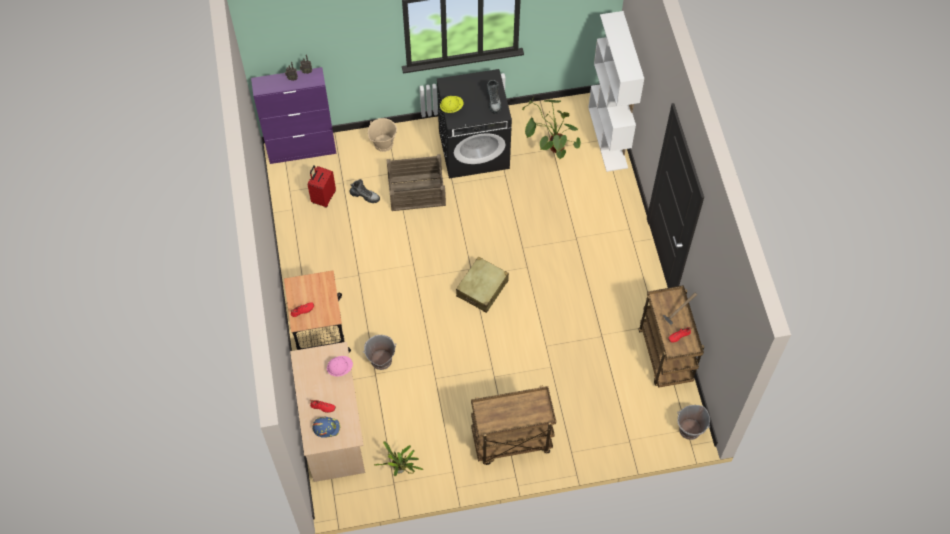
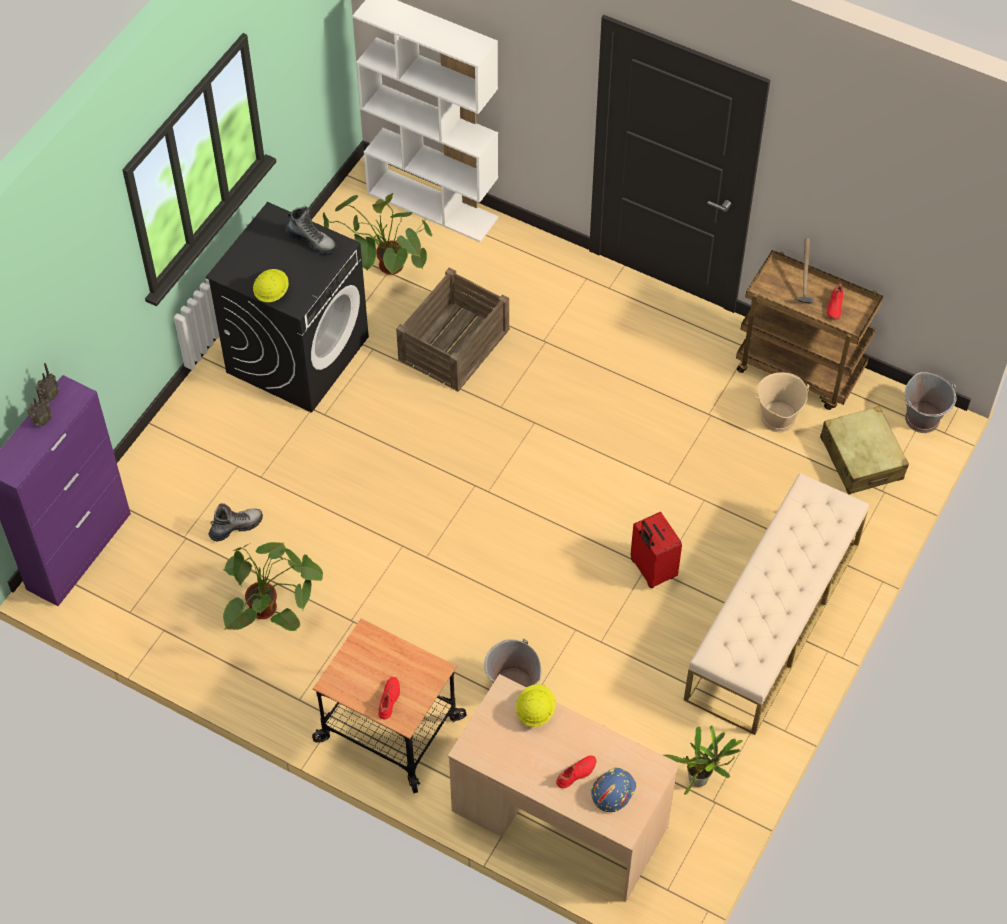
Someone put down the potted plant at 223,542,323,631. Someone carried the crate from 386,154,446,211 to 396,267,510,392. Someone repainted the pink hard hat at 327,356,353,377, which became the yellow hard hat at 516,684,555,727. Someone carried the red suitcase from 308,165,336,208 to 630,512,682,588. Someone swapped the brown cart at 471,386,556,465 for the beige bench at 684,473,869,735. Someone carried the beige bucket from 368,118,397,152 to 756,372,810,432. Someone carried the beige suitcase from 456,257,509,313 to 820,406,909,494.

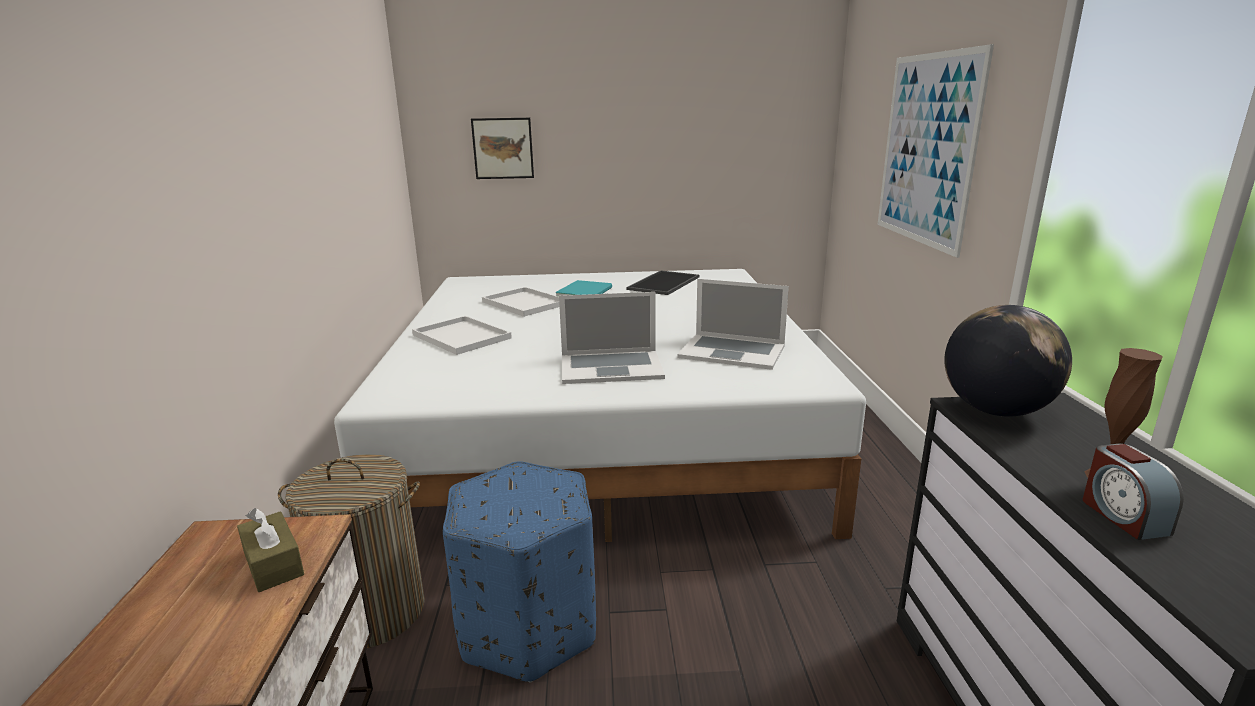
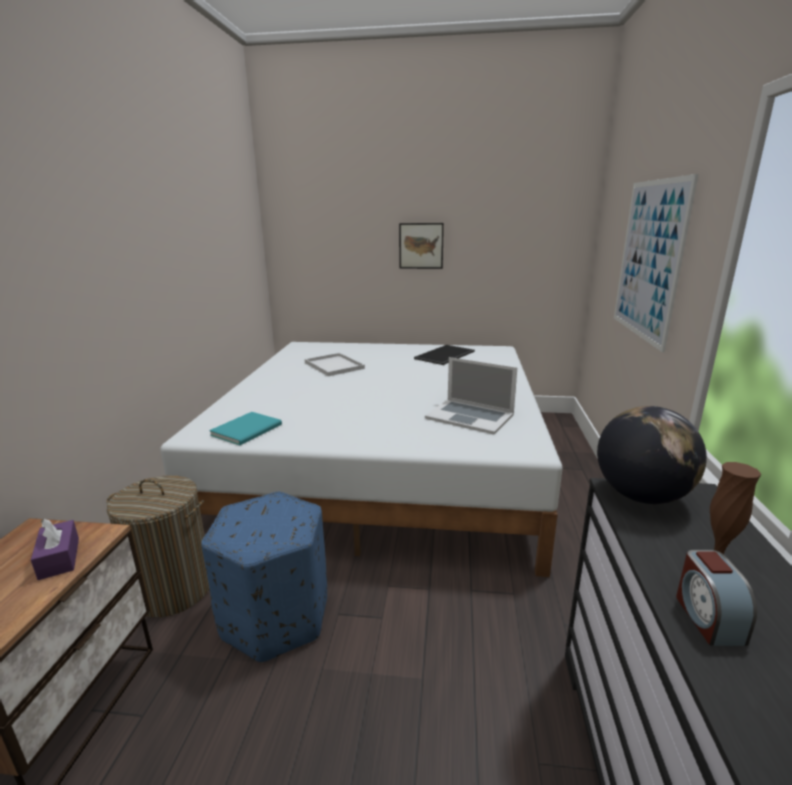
Someone repainted the brown tissue box at 237,508,304,592, which became the purple tissue box at 31,519,79,580. Someone carried the turquoise book from 555,280,612,297 to 209,412,282,445. Someone carried the picture from 471,118,534,179 to 399,223,444,269. Someone took away the white tray at 412,316,512,355. Someone took away the laptop at 559,292,665,384.

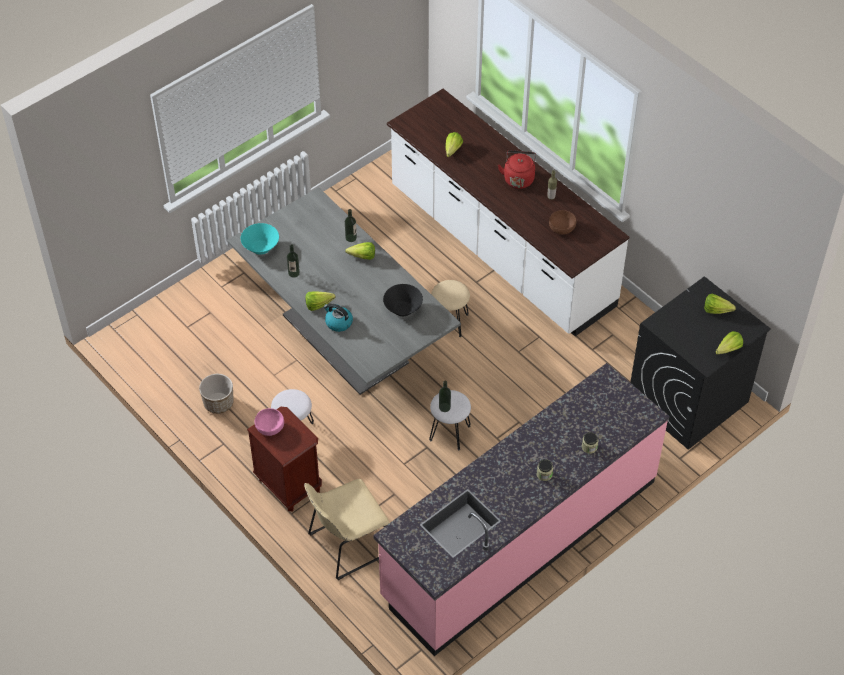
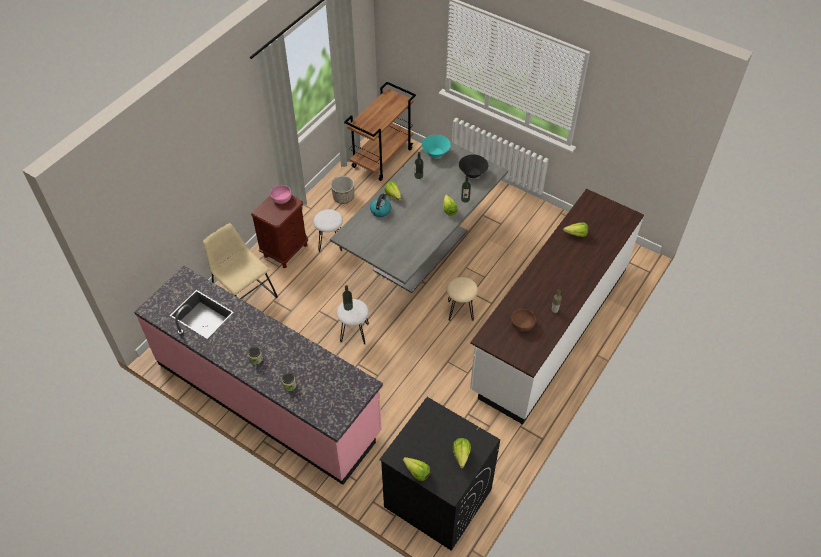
Someone put down the brown cart at 344,82,416,181. Someone carried the black bowl from 383,284,423,316 to 459,155,488,178. Someone took away the red kettle at 498,150,536,189.

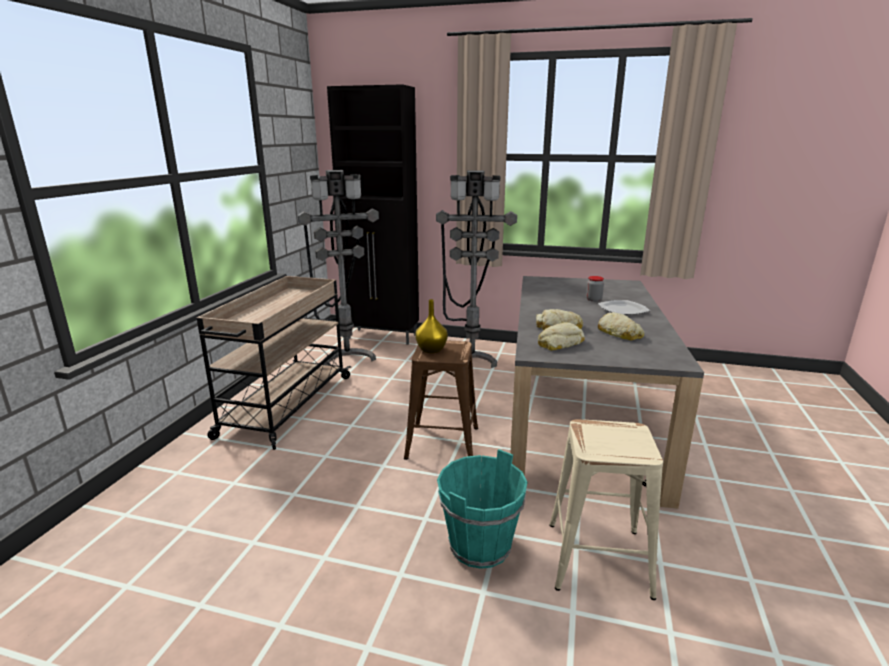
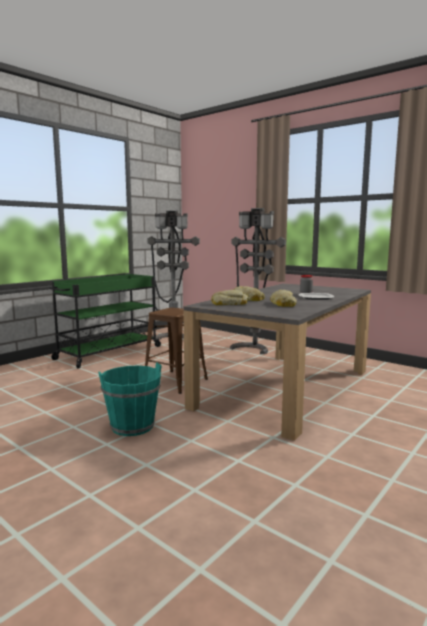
Someone repainted the beige cart at 197,276,351,450, which became the green cart at 49,274,162,368. Someone took away the black cabinet at 327,84,419,345. Someone took away the yellow vase at 415,299,448,353. Someone took away the beige stool at 549,419,663,600.

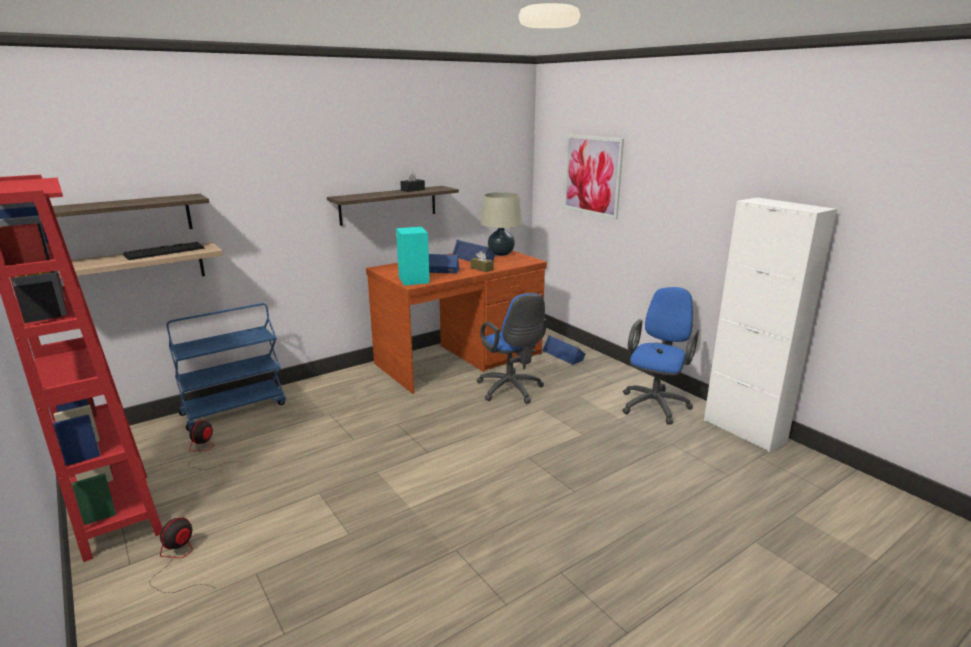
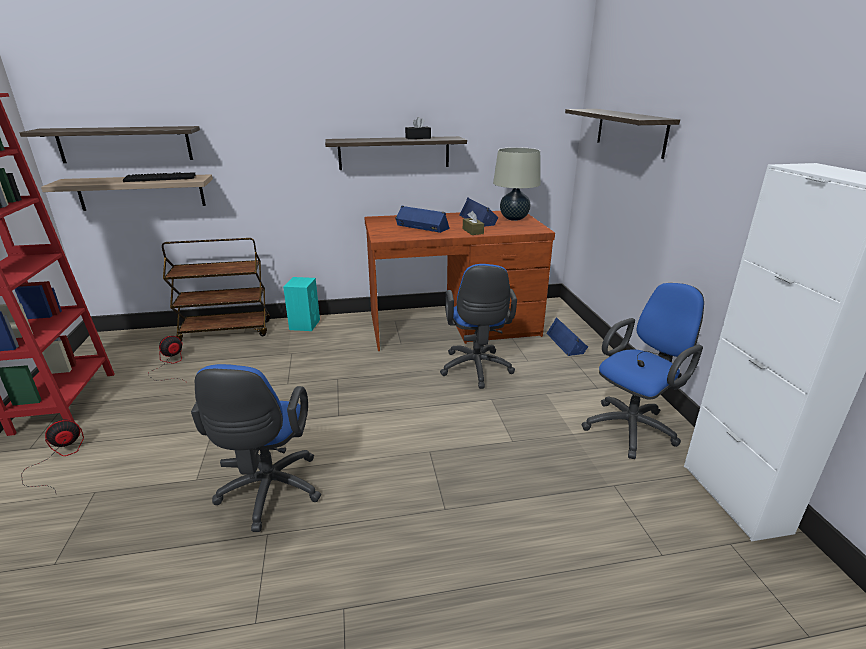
Someone repainted the blue cart at 167,303,286,431, which became the brown cart at 162,238,270,342. Someone put down the blue office chair at 191,364,321,532. Someone carried the turquoise speaker from 396,227,430,286 to 283,277,320,331. Someone swapped the picture at 563,134,624,220 for the shelf at 565,109,680,159.

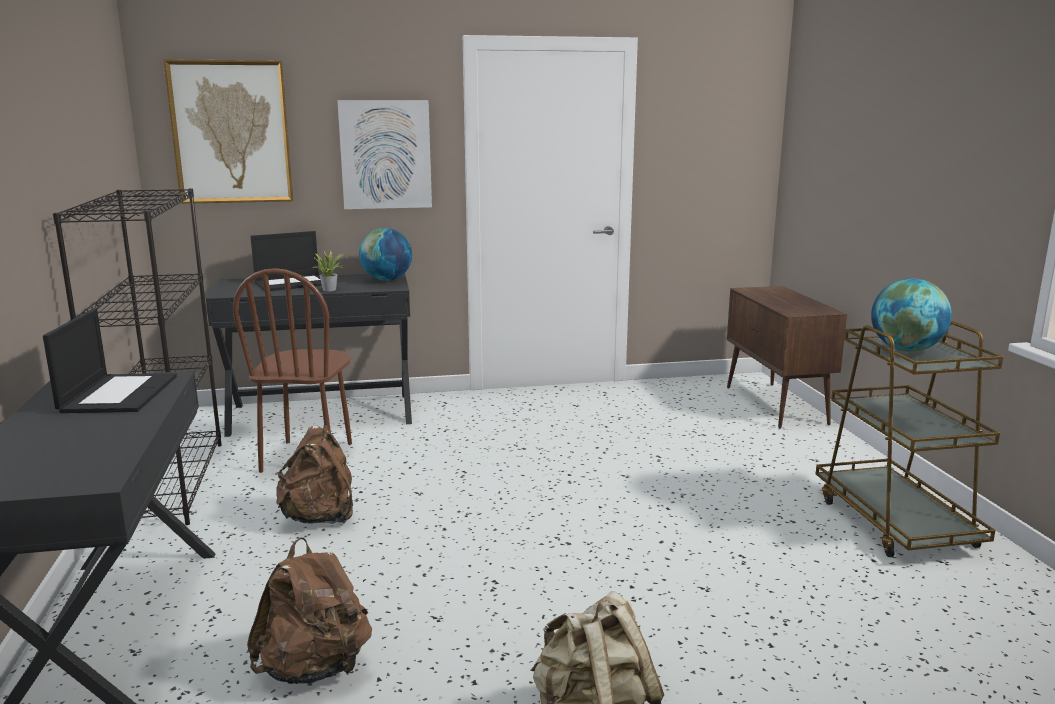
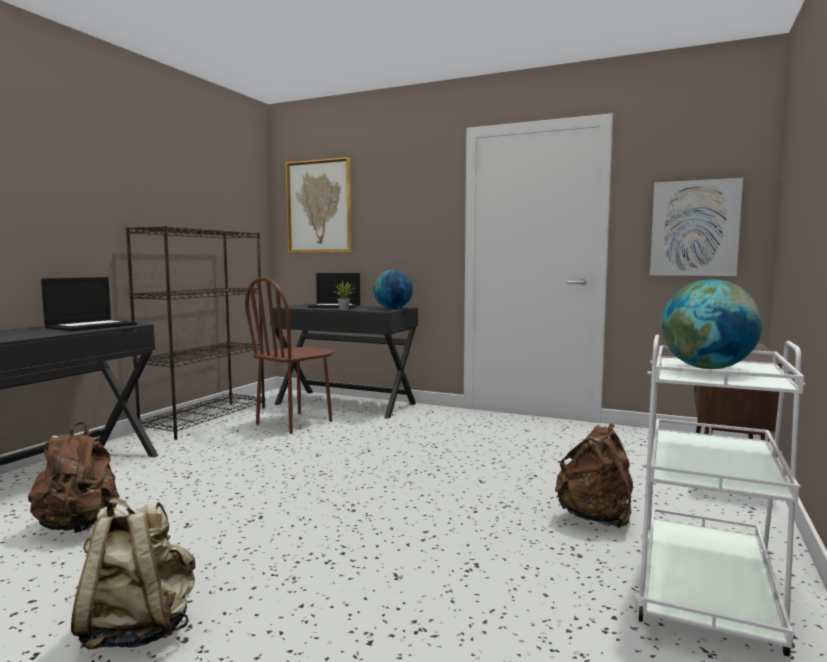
Someone carried the brown backpack from 275,425,353,524 to 555,423,633,528. Someone repainted the brown cart at 816,321,1003,557, which became the white cart at 634,335,806,657. Someone carried the picture from 337,100,432,209 to 650,178,743,276.

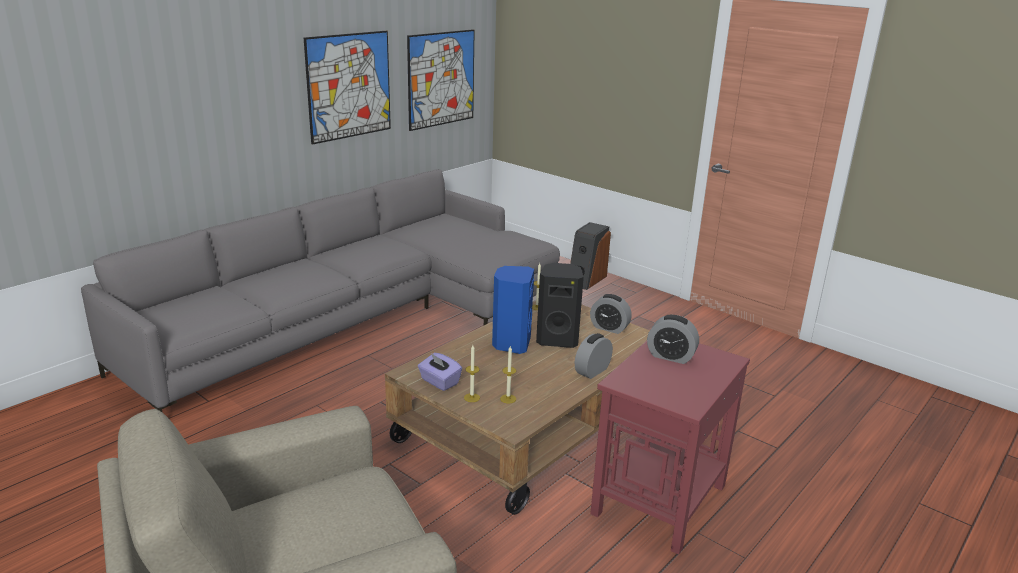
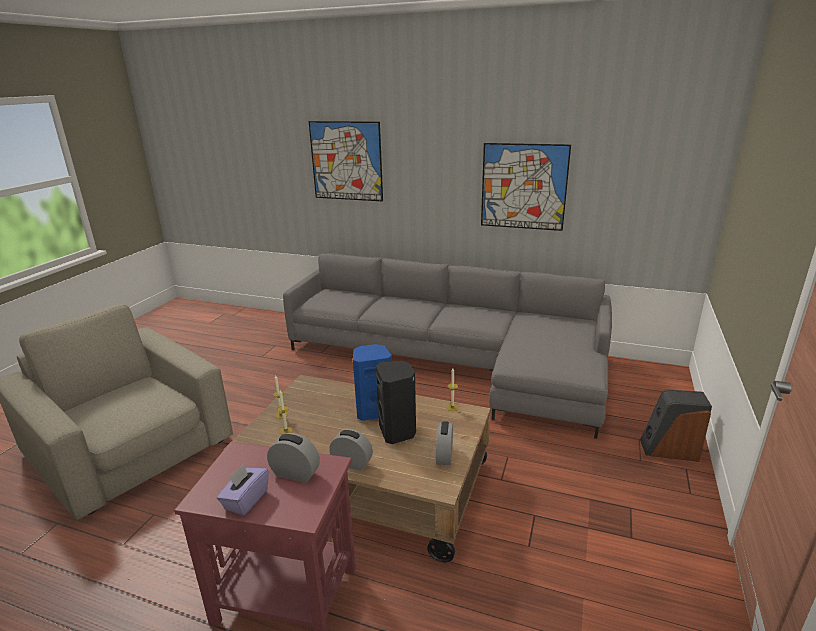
Someone carried the purple tissue box from 418,353,462,391 to 217,464,269,516. Someone rotated the alarm clock at 647,315,699,364 by 105 degrees clockwise. Someone carried the picture from 407,29,475,131 to 309,121,383,201.

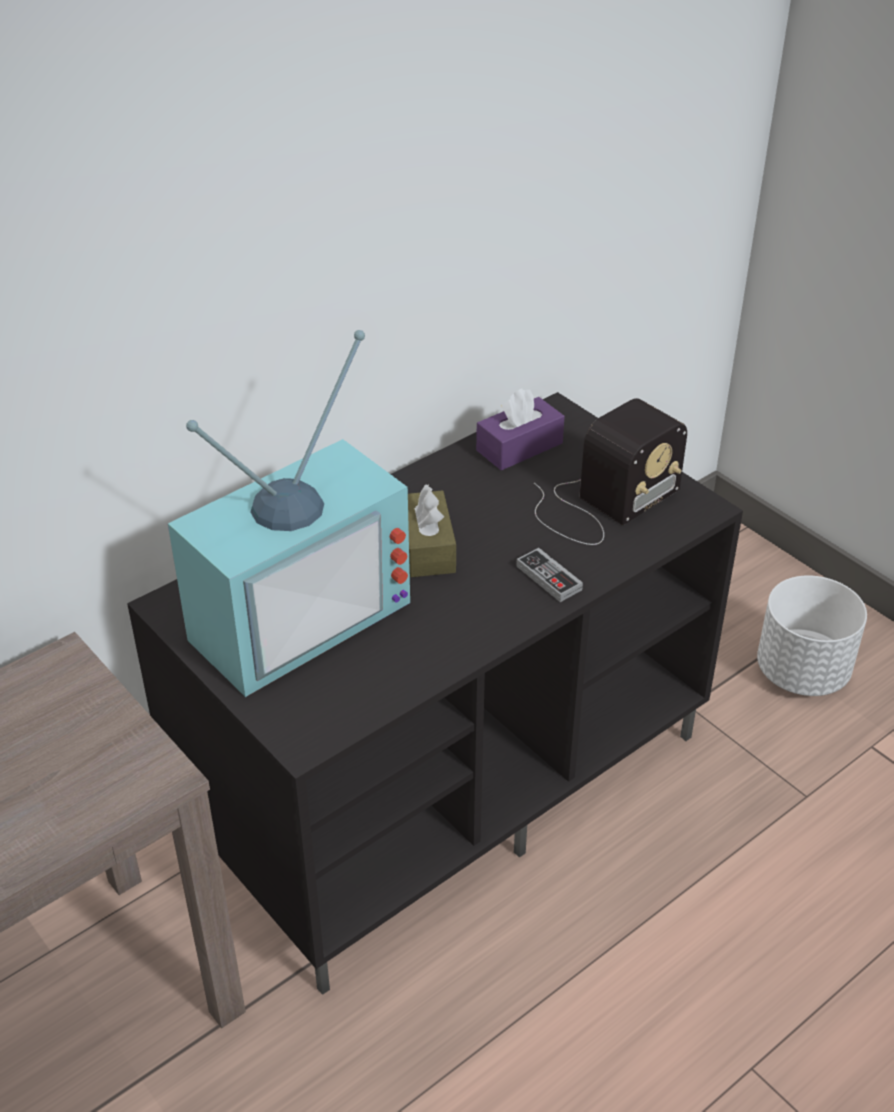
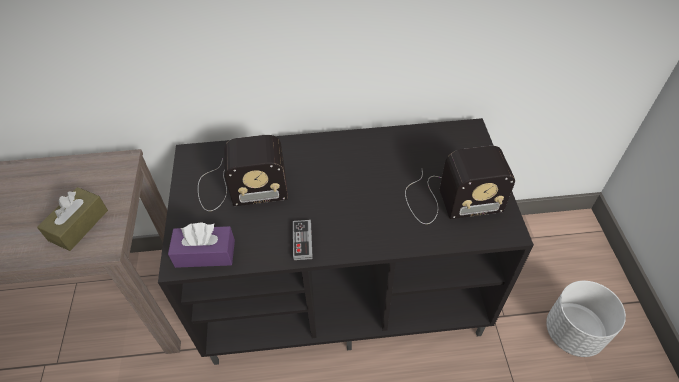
Someone carried the brown tissue box from 408,484,456,577 to 37,187,108,251. Someone carried the purple tissue box from 476,388,564,471 to 168,222,235,268. Someone swapped the television at 168,330,410,697 for the radio at 198,135,288,211. Someone carried the game controller from 516,548,583,602 to 293,220,313,260.

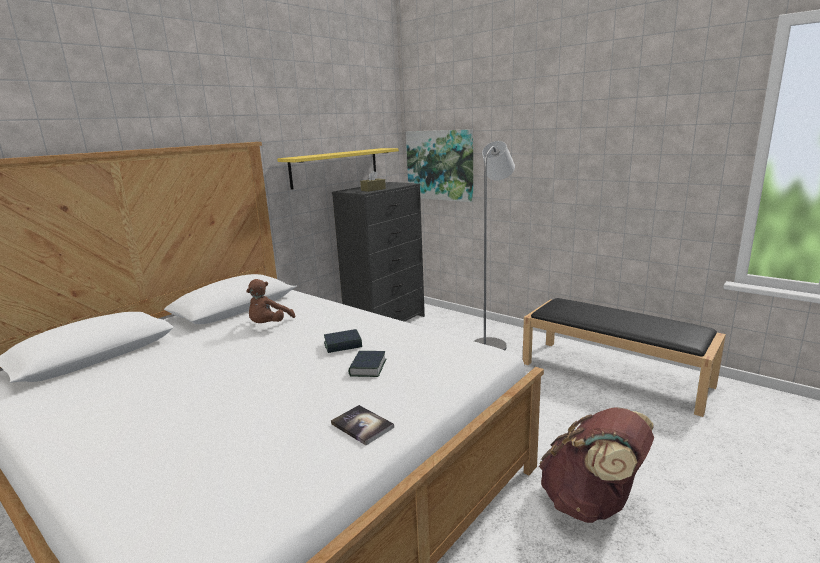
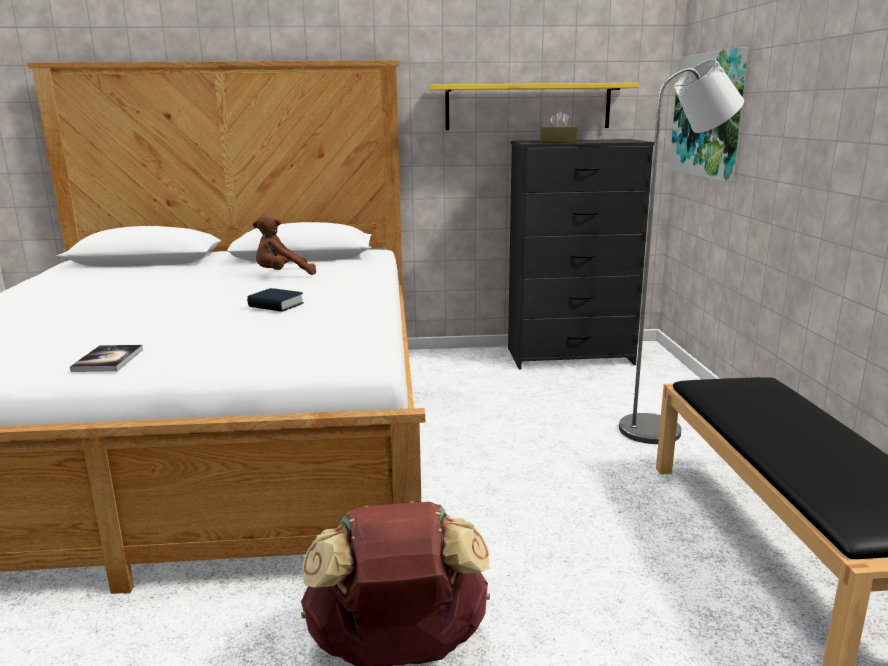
Someone took away the book at 349,351,386,377.

